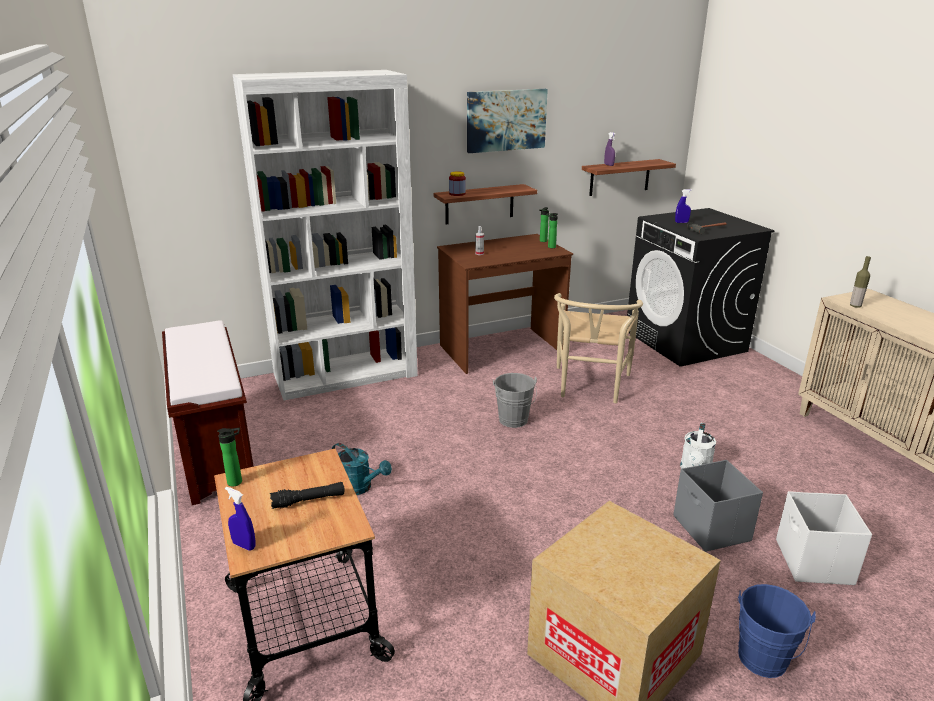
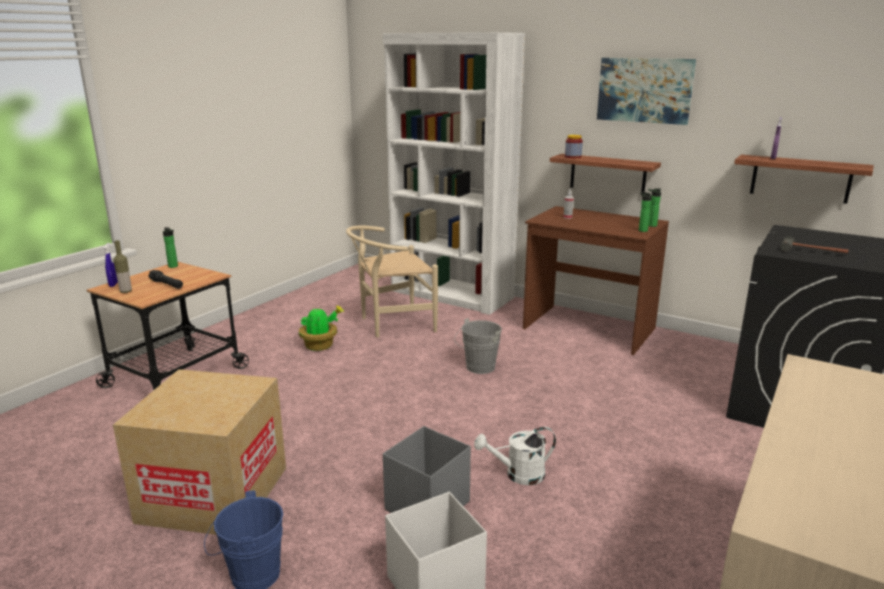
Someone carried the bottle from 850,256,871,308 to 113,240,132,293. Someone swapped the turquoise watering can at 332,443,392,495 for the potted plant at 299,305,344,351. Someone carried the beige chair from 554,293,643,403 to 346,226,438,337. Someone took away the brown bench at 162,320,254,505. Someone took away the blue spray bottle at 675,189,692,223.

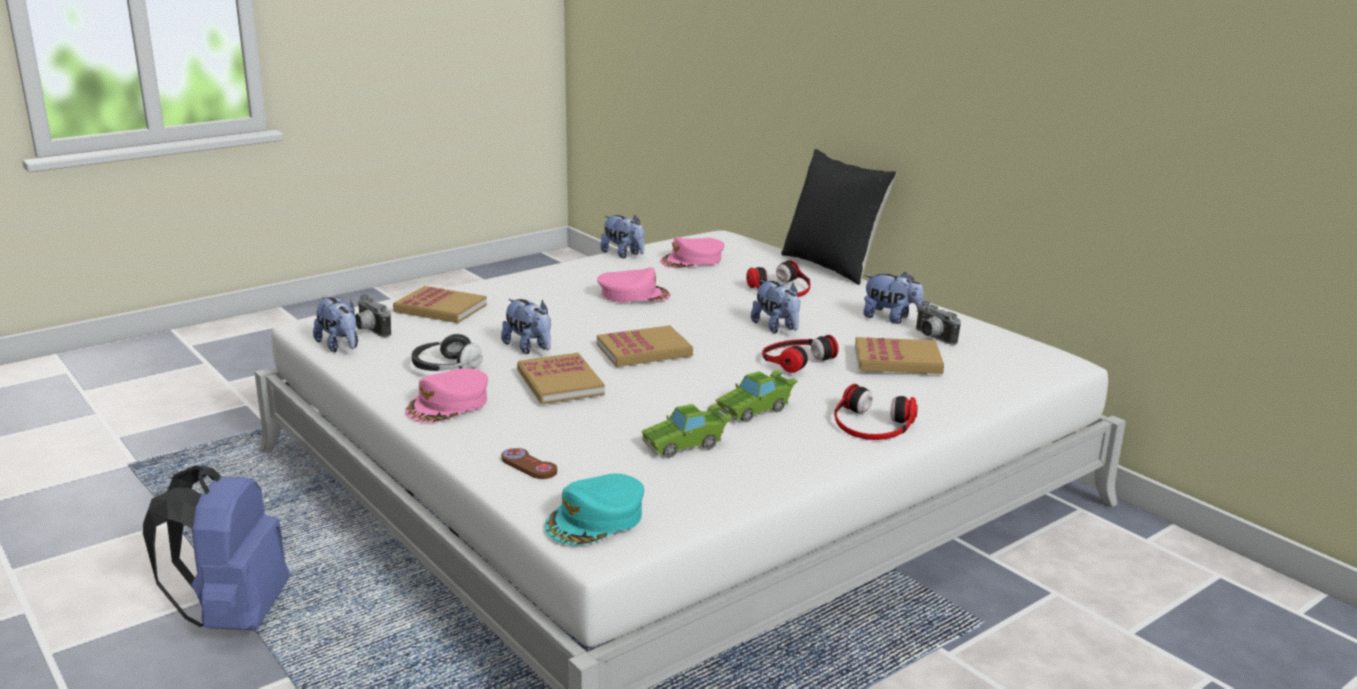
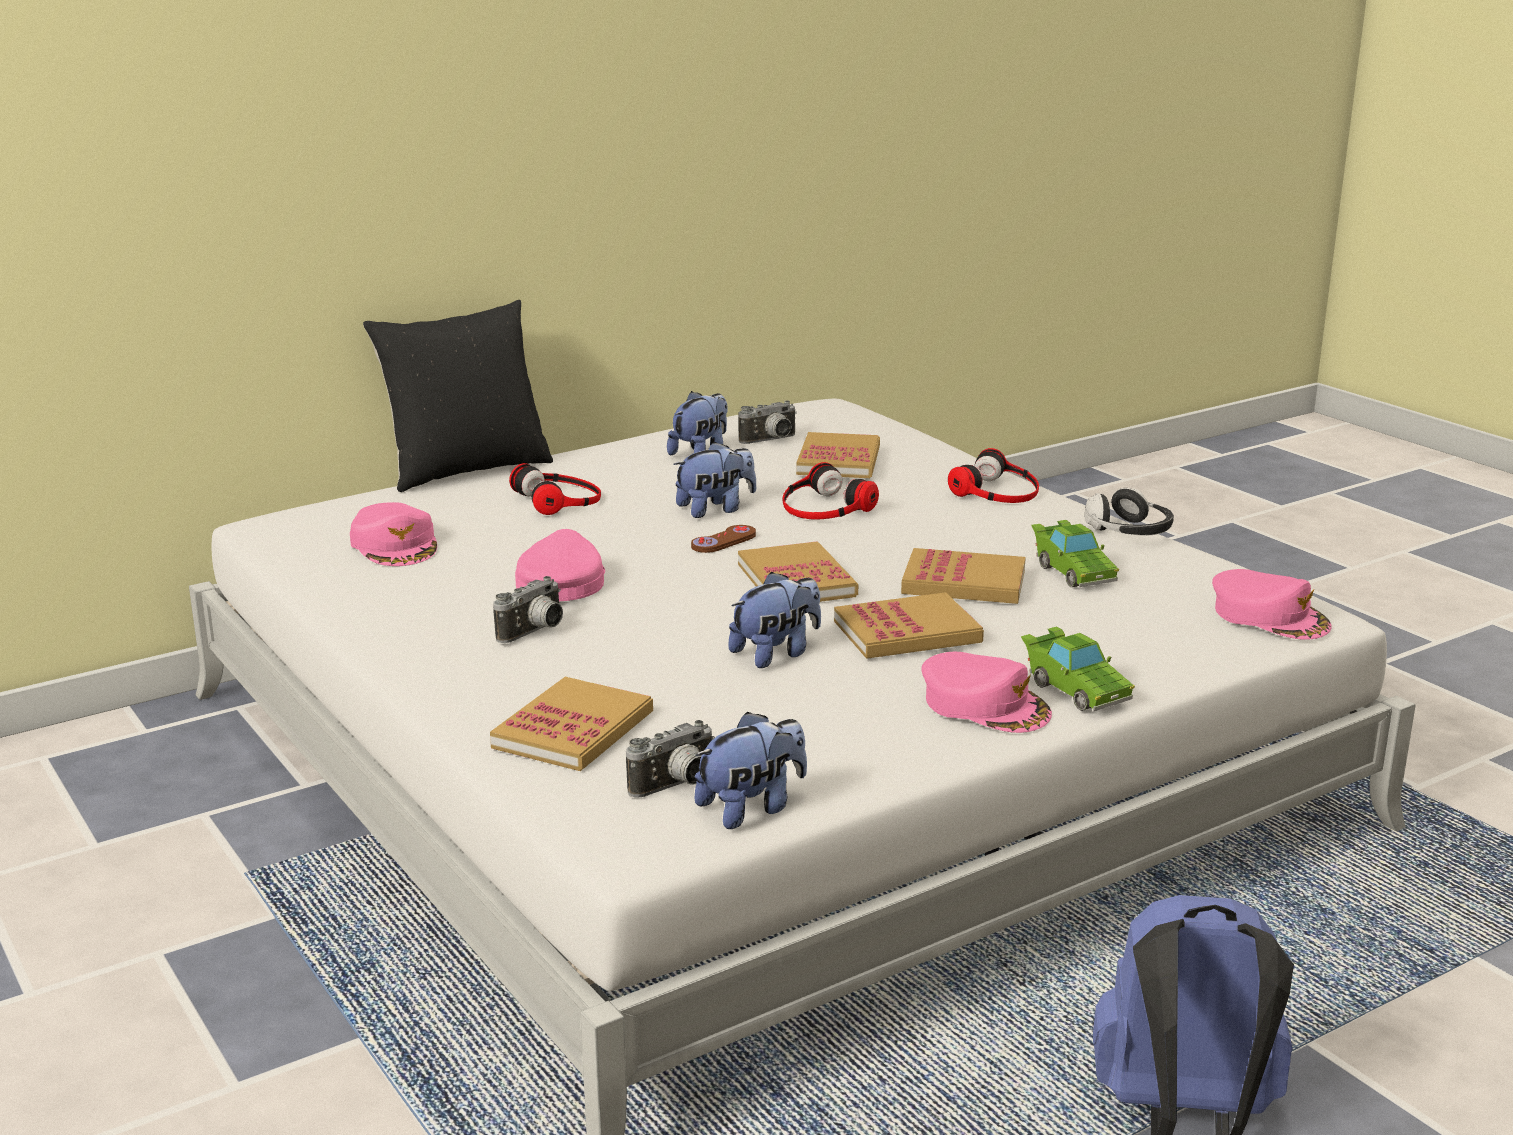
Someone put down the photo camera at 493,576,563,643. Someone carried the brown game controller from 502,448,557,479 to 691,525,756,553. Someone put down the book at 901,548,1026,604. Someone carried the green toy car from 715,370,798,423 to 1021,627,1135,711. Someone carried the headphones from 412,333,483,371 to 1085,488,1174,536. Someone repainted the turquoise cap at 544,473,644,545, which became the pink cap at 1212,569,1332,640. Someone took away the plush toy at 601,215,644,258.

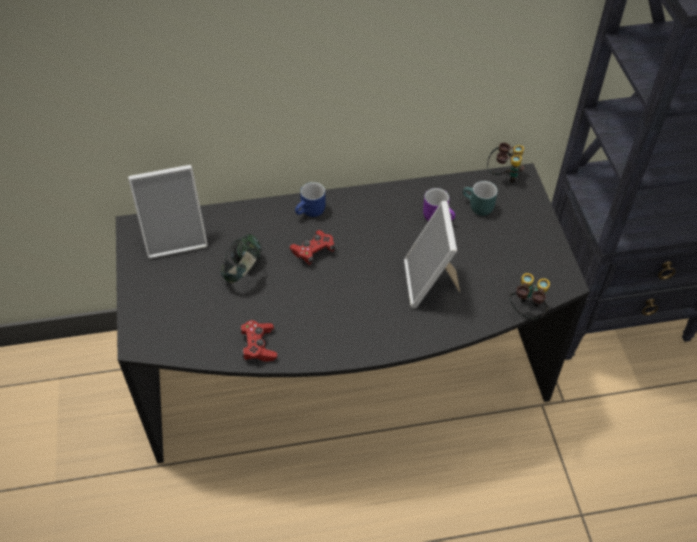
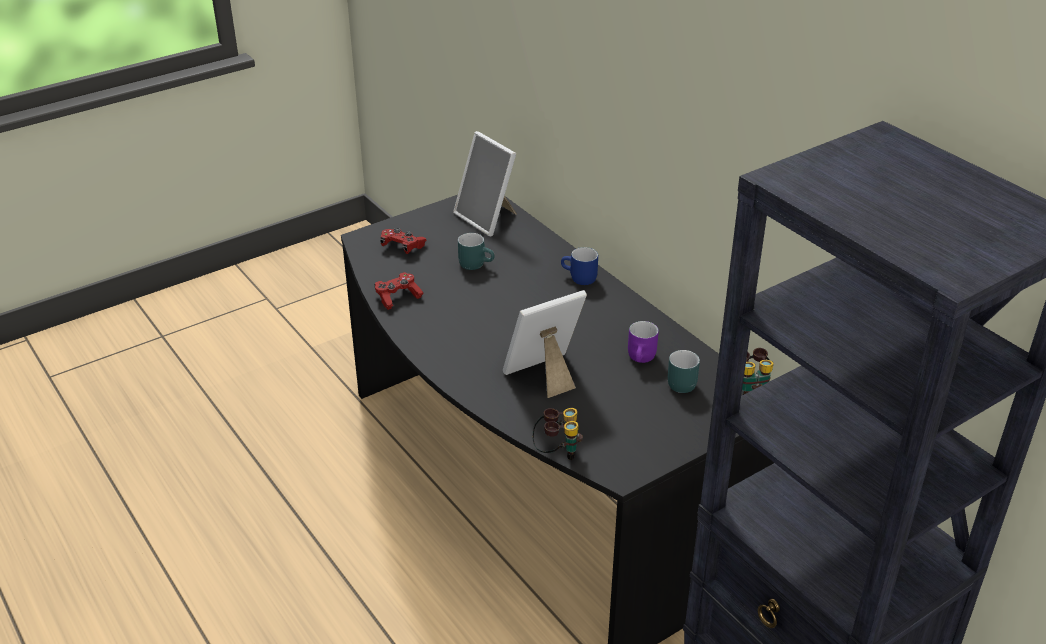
Someone carried the red game controller from 289,230,335,265 to 380,228,427,254. Someone swapped the headphones at 221,234,263,283 for the turquoise mug at 458,233,494,270.

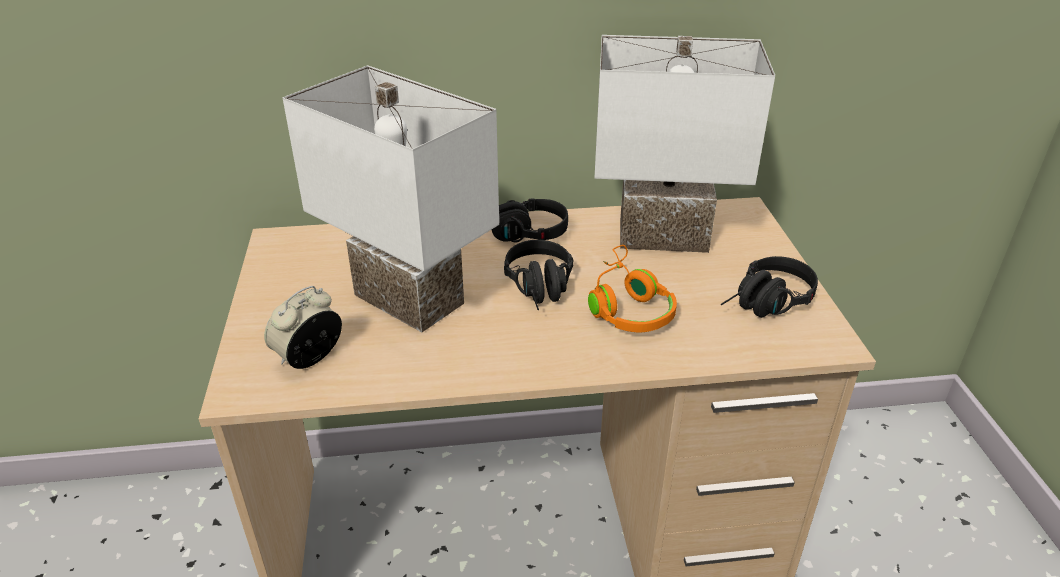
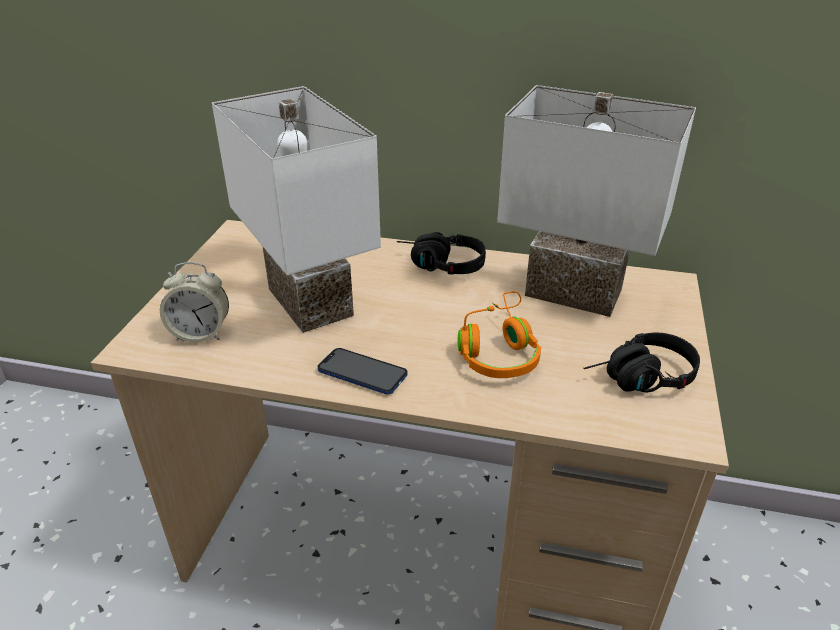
Someone rotated the alarm clock at 264,286,342,369 by 150 degrees counterclockwise. Someone put down the phone at 318,348,407,395. Someone took away the black headphones at 504,240,573,310.

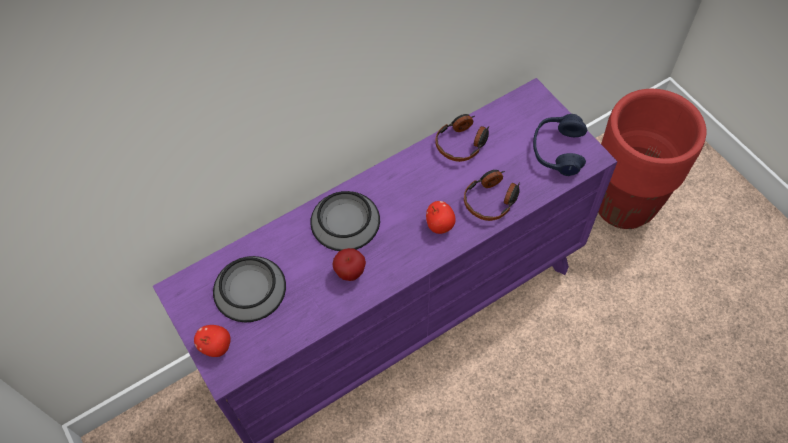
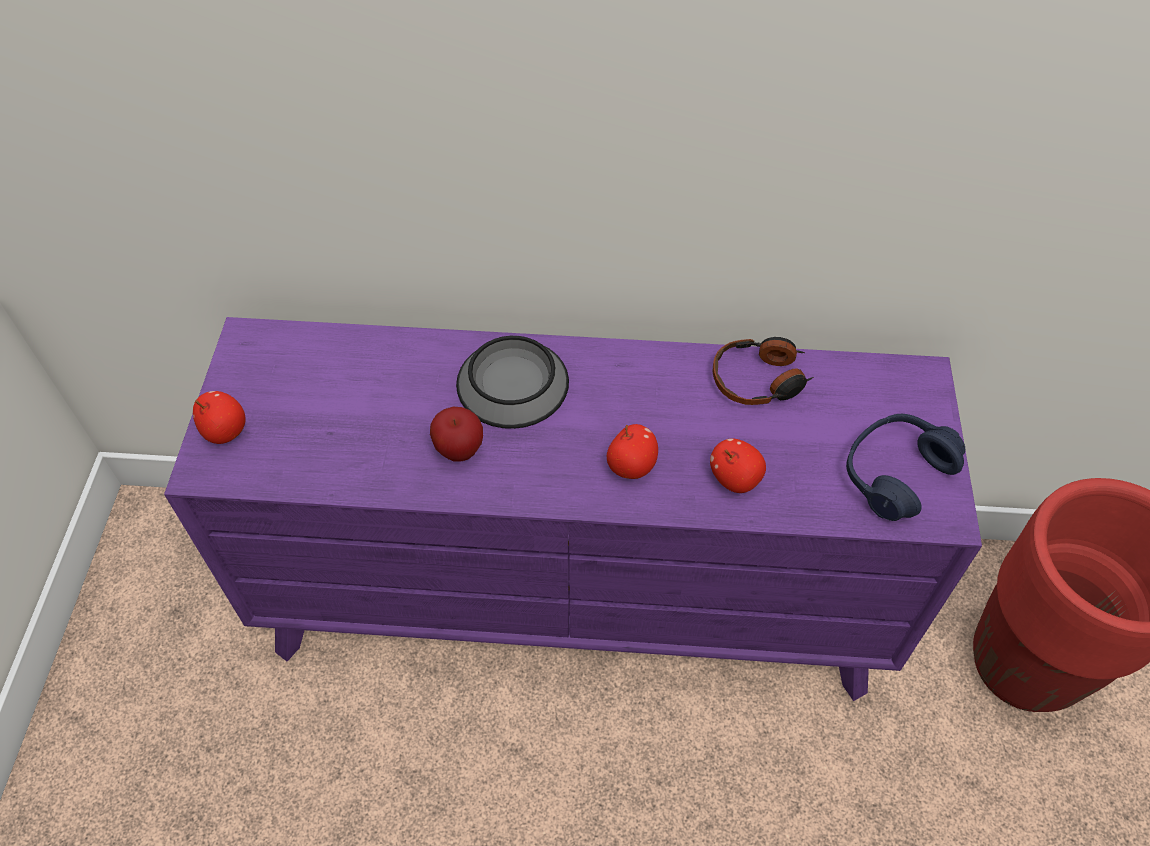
Someone swapped the headphones at 464,170,520,221 for the apple at 710,438,766,493. Someone took away the bowl at 213,256,286,322.

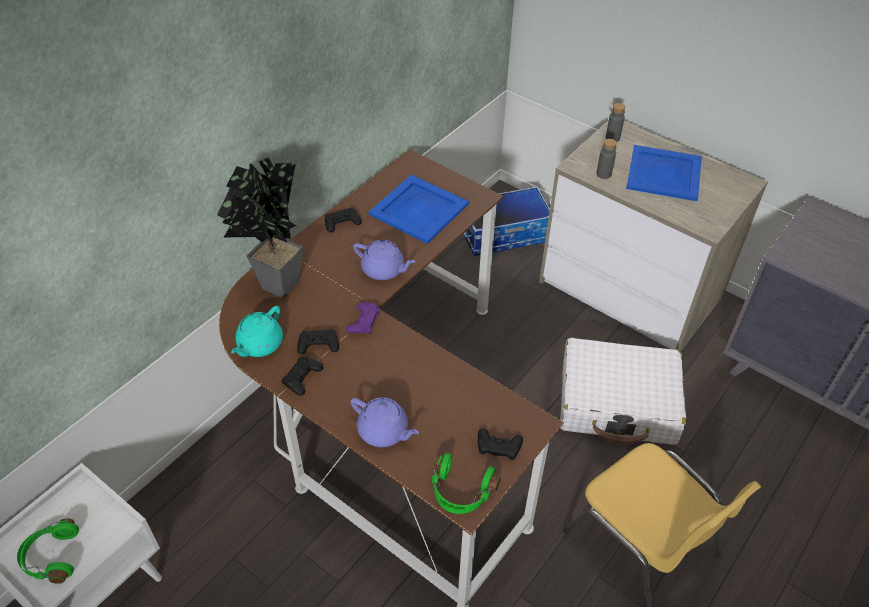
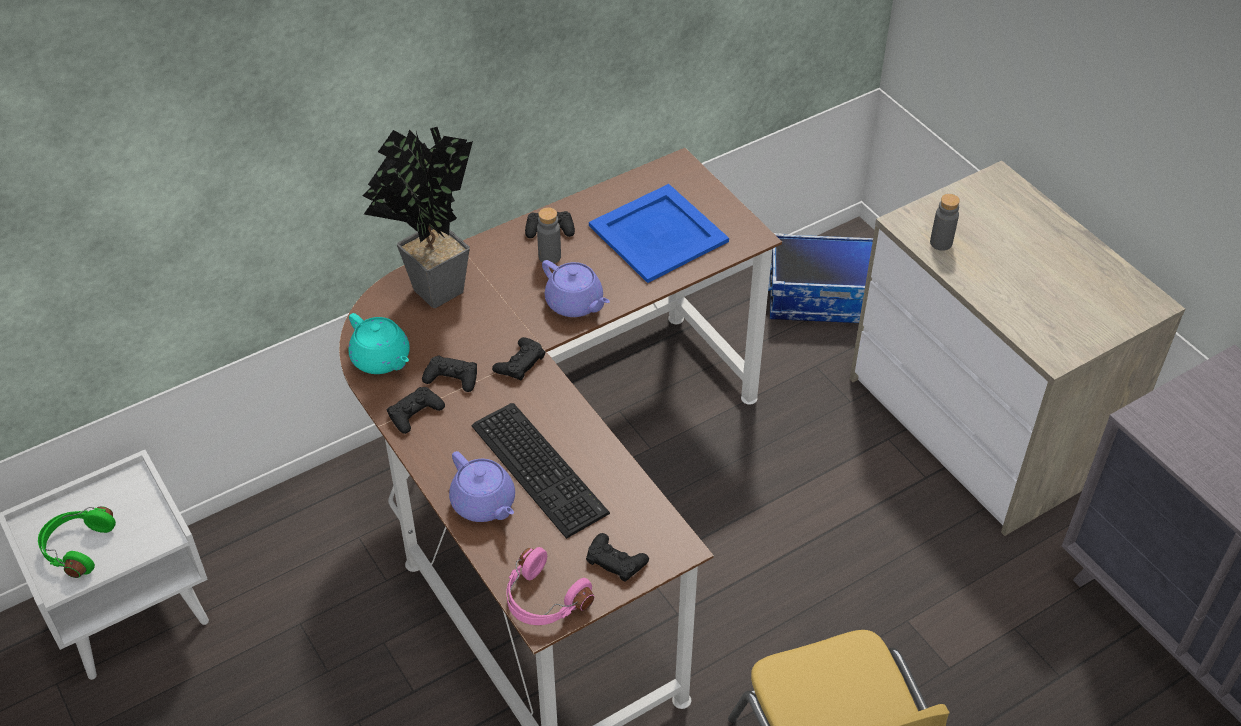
Someone rotated the turquoise teapot at 231,306,283,357 by 90 degrees counterclockwise. Someone put down the keyboard at 471,403,610,539. Someone repainted the purple game controller at 346,302,380,334, which became the black game controller at 492,337,546,380. Someone repainted the green headphones at 431,453,501,514, which became the pink headphones at 507,547,594,625. Someone carried the grey bottle from 606,103,625,142 to 537,207,561,264. Someone took away the white suitcase at 560,338,687,445. Someone took away the blue tray at 626,145,702,201.

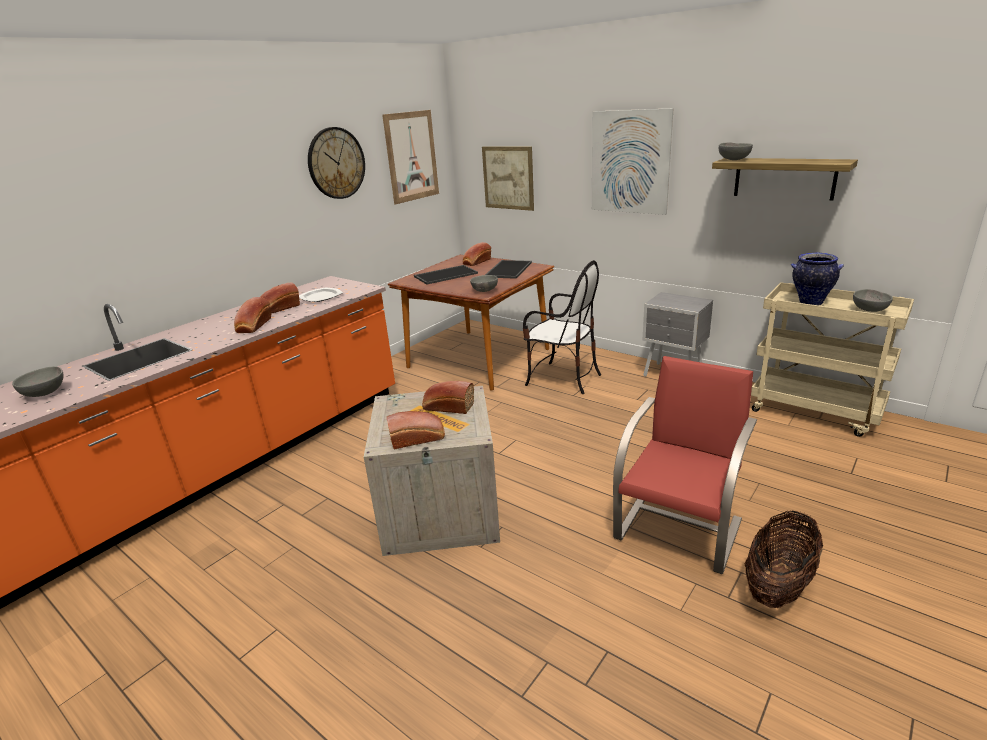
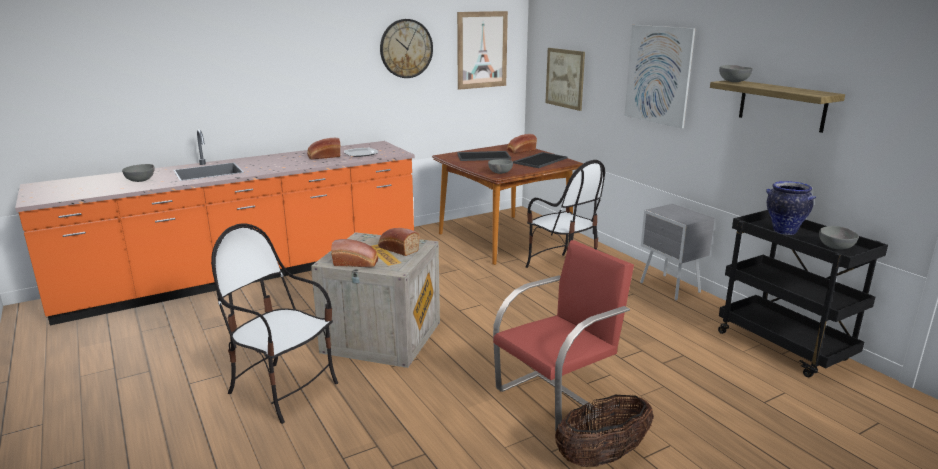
Someone put down the chair at 211,223,338,424. Someone repainted the beige cart at 751,282,914,437, which became the black cart at 718,210,888,377. Someone took away the bread at 234,297,271,333.

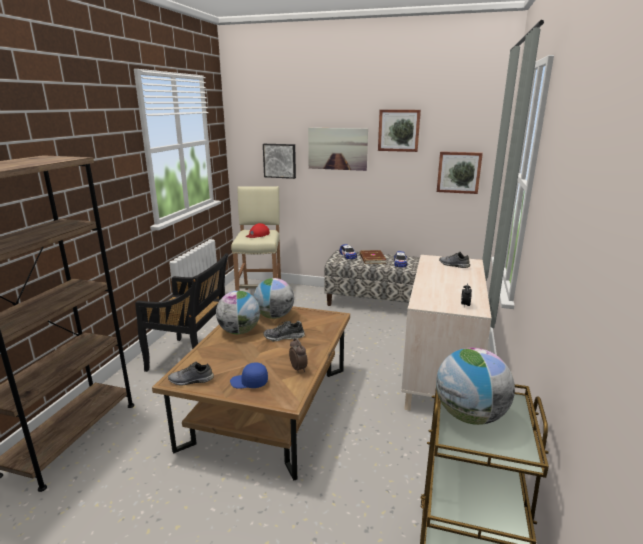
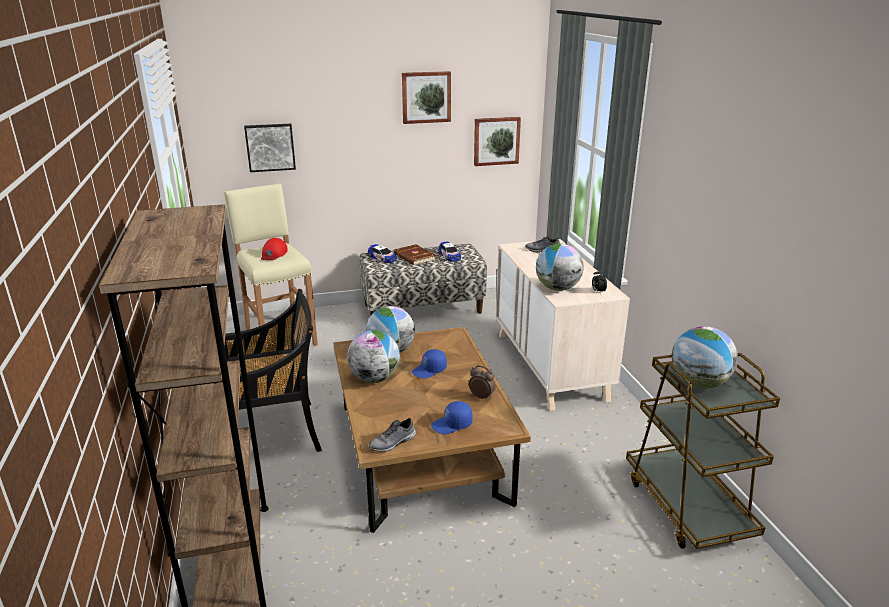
Someone swapped the shoe at 263,321,305,341 for the blue cap at 412,349,447,379. Someone put down the globe at 536,243,584,291. Someone took away the picture at 308,128,368,171.

